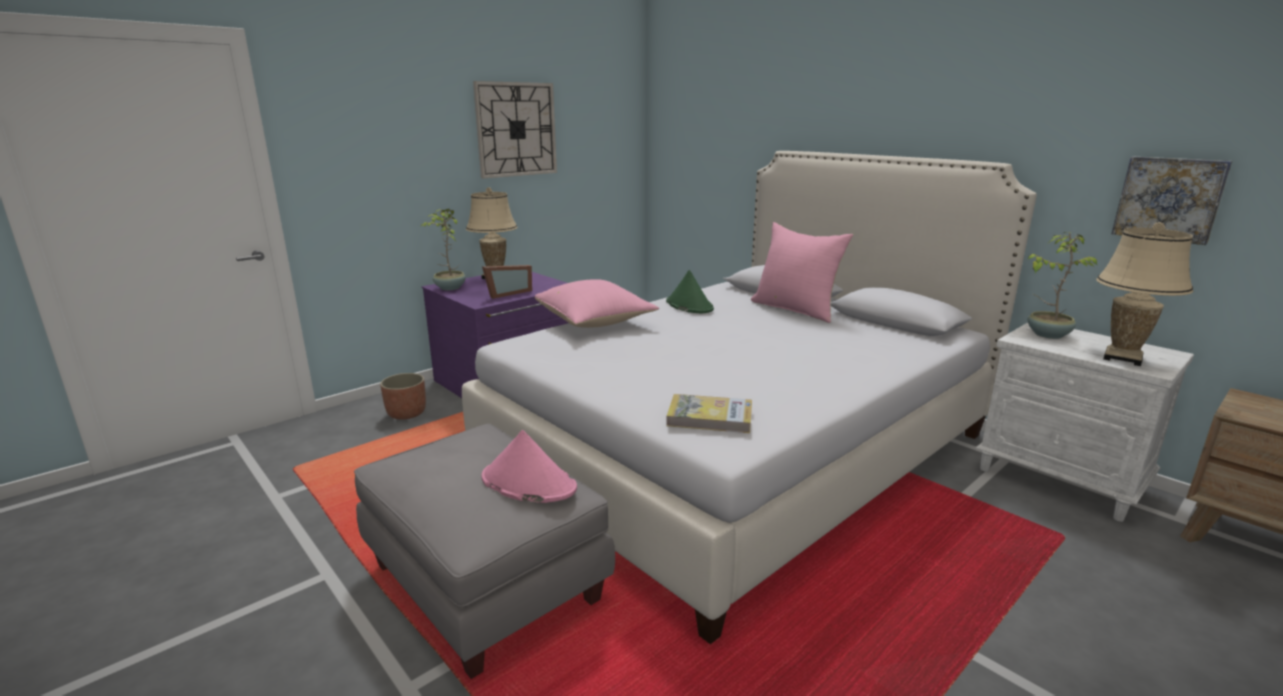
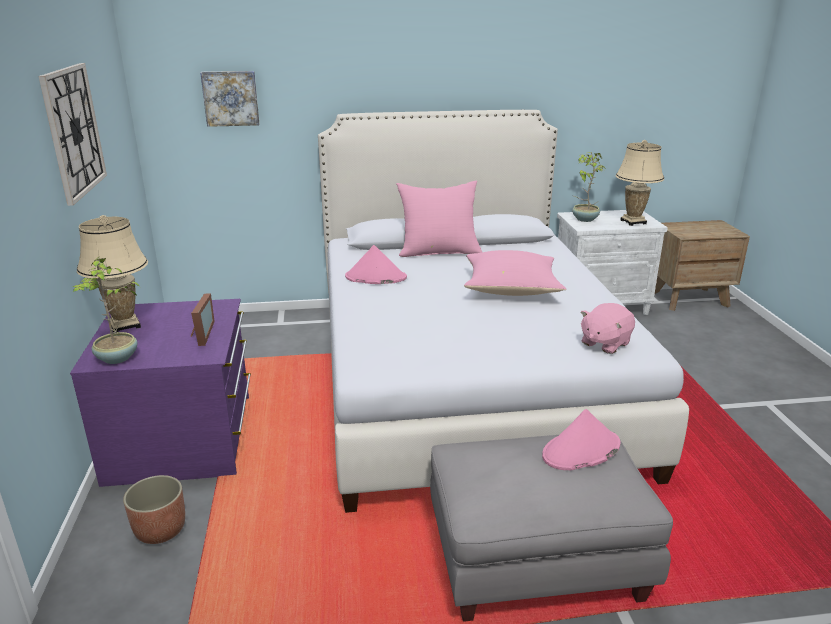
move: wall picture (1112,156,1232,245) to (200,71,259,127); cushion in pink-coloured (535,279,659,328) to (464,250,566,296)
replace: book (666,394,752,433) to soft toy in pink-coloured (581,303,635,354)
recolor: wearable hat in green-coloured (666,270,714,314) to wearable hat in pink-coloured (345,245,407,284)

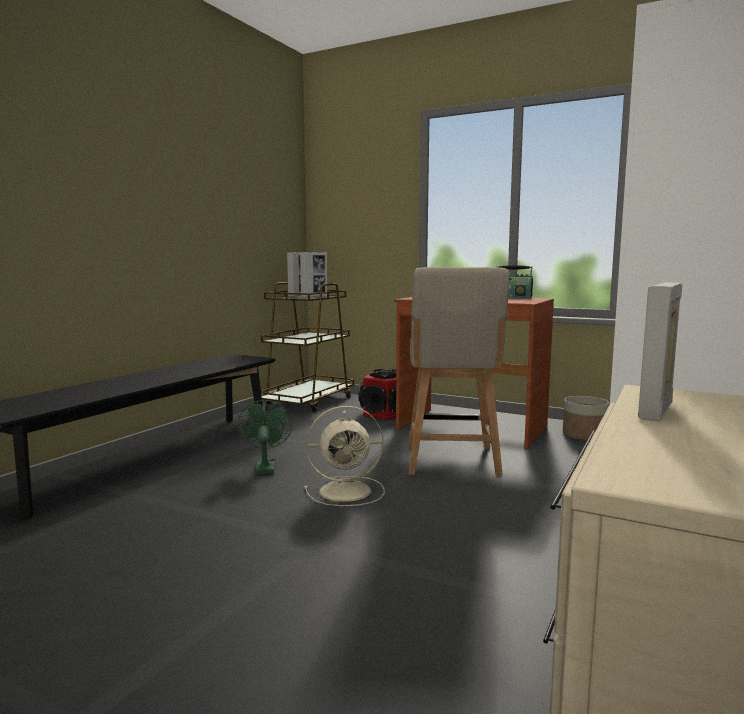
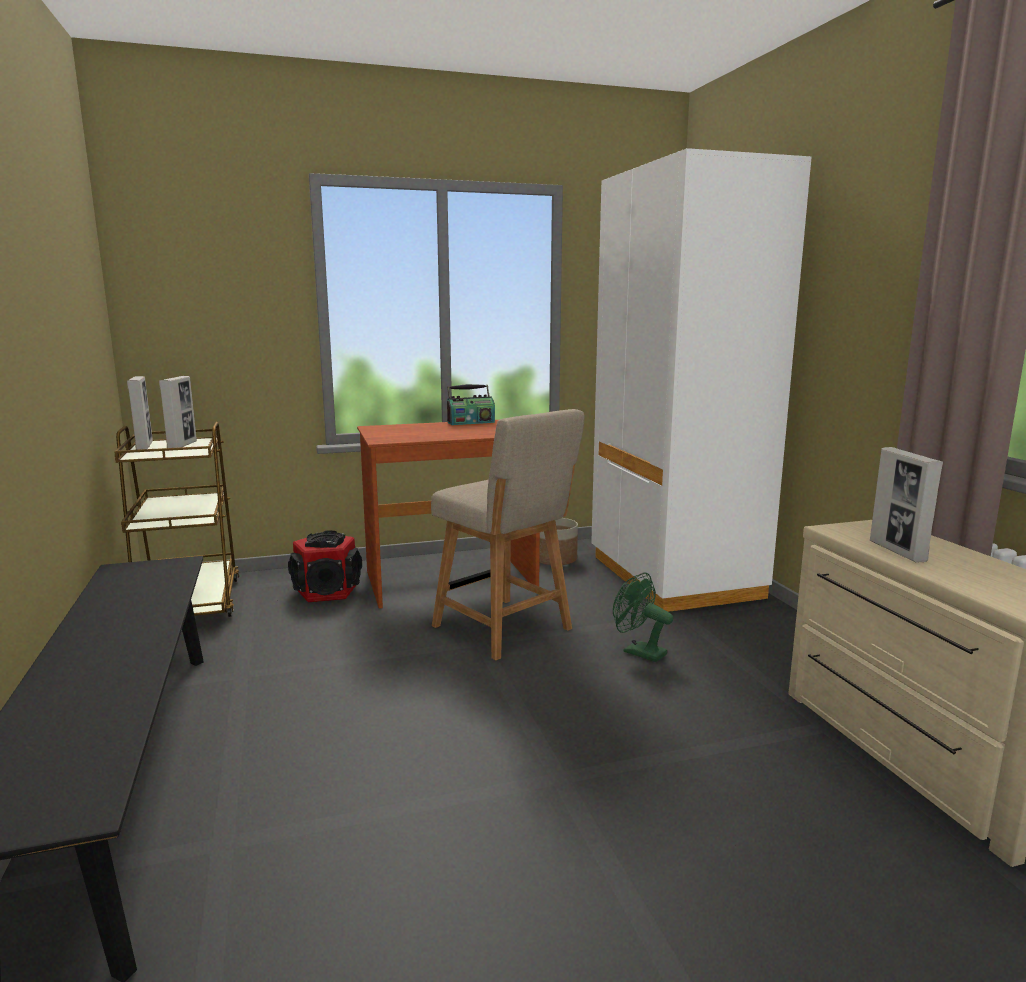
delete: electric fan in beige-coloured (304,406,385,506)
move: electric fan in green-coloured (238,400,292,474) to (613,573,673,662)

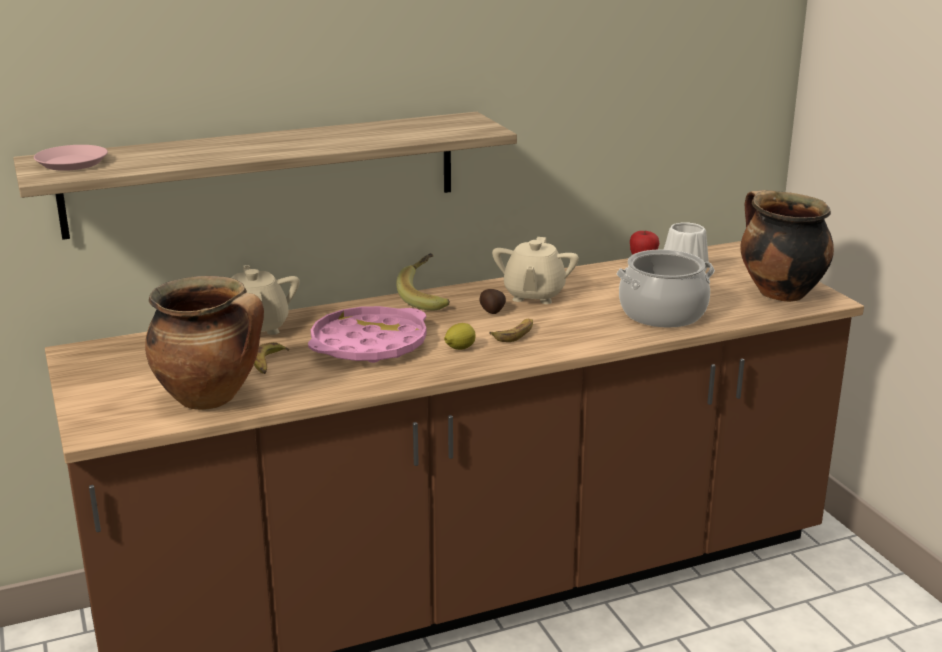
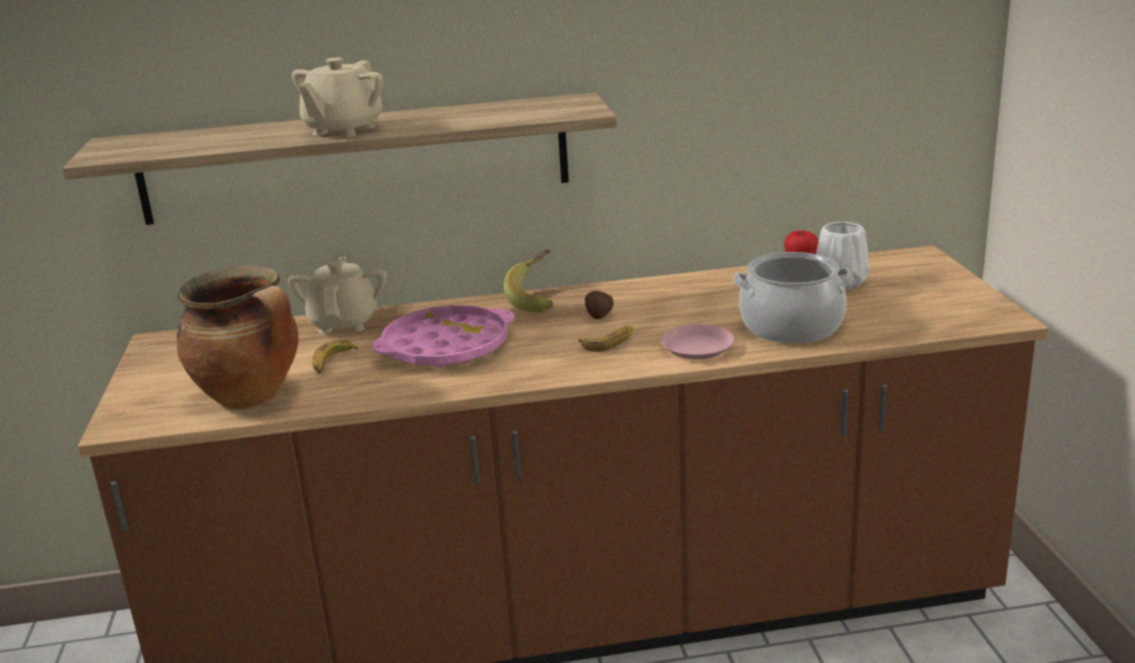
delete: whole lemon (444,323,475,350); stockpot (740,190,834,302)
move: tea pot in beige-coloured (492,237,579,304) to (292,58,383,137); flat dish in pink-coloured (34,145,108,171) to (661,324,734,360)

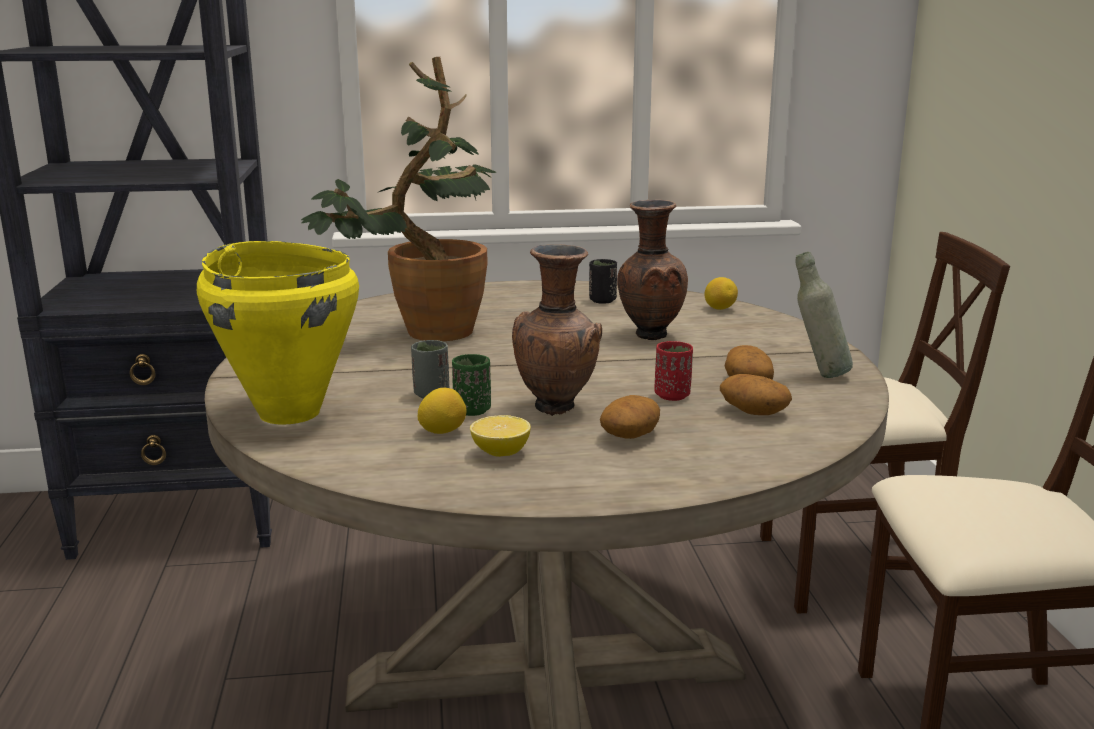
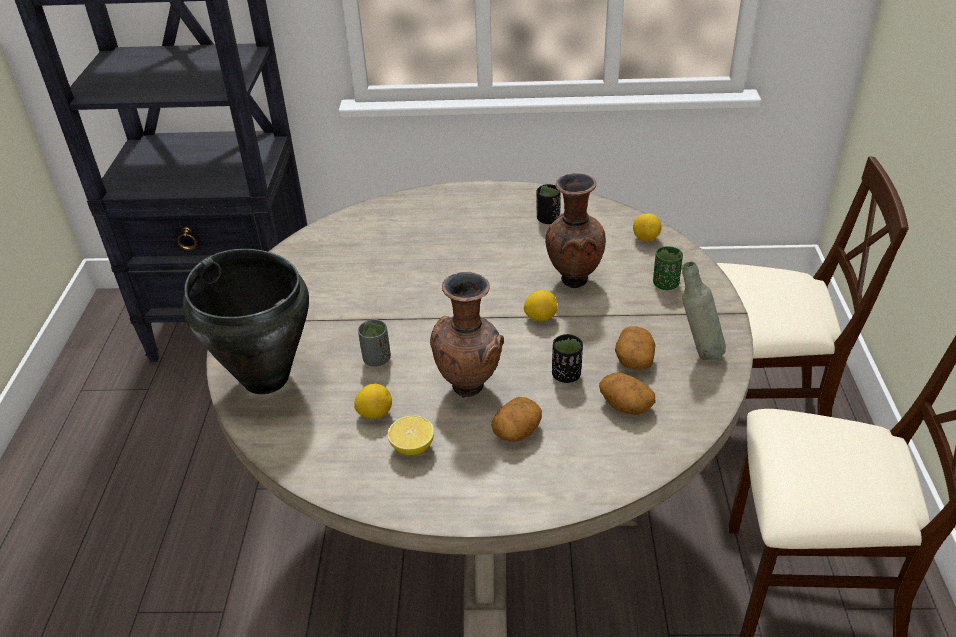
delete: houseplant (301,57,496,341)
insert: whole lemon (524,290,558,321)
move: drinking cup in green-coloured (452,354,491,416) to (653,246,683,290)
recolor: stockpot in yellow (197,241,359,425) to stockpot in black-coloured (183,249,309,394); drinking cup in red (654,341,693,401) to drinking cup in black-coloured (552,334,583,383)

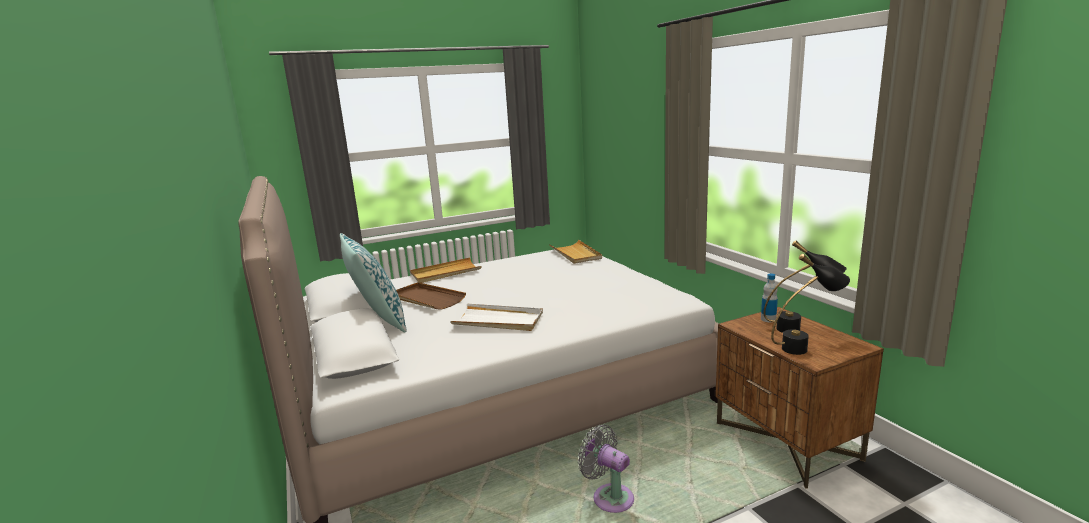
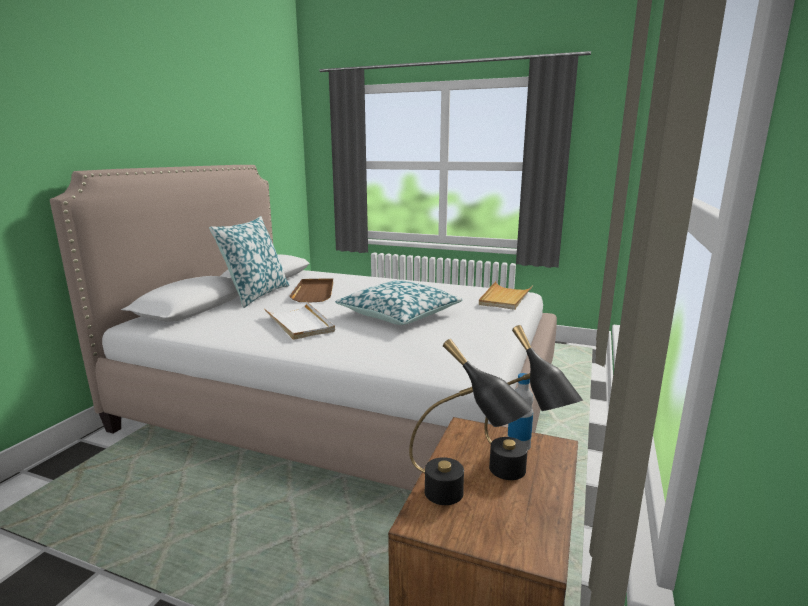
delete: serving tray in beige-coloured (410,258,482,283); electric fan in greyish (578,425,634,513)
insert: cushion (335,280,463,325)

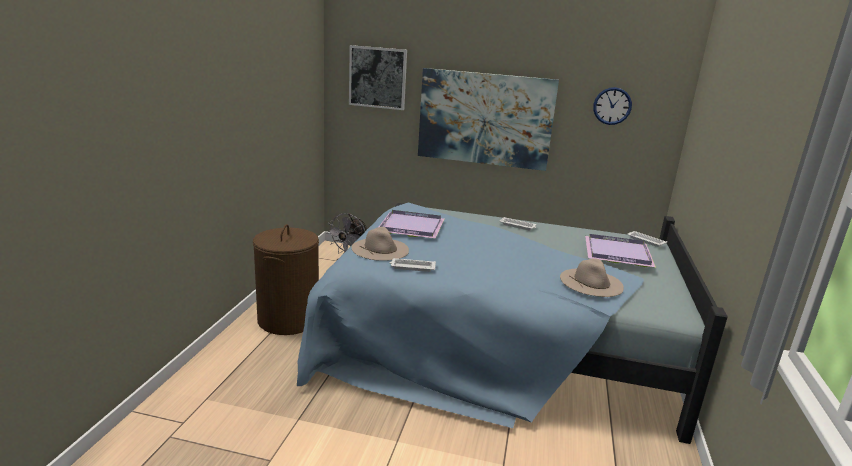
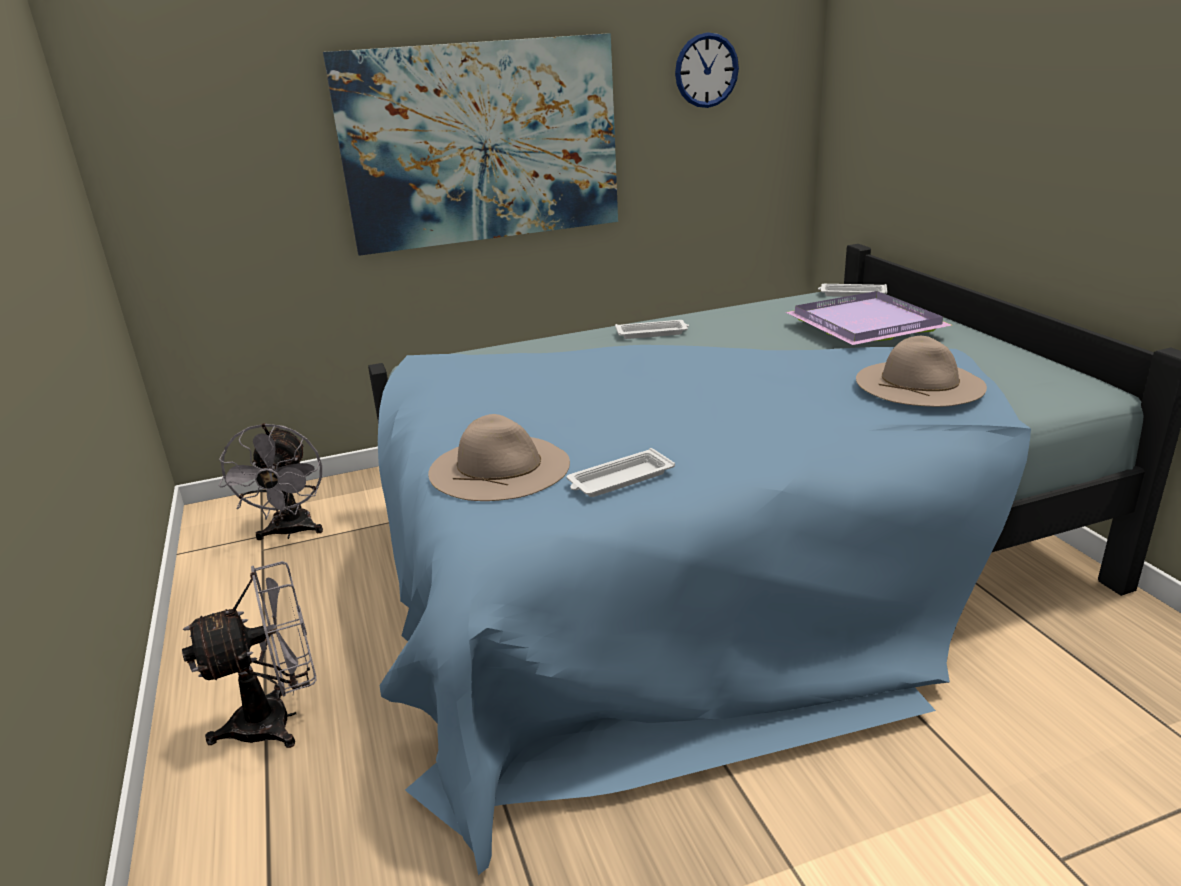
delete: wall picture (349,45,407,110); serving tray in purple-coloured (379,210,444,239)
replace: laundry basket in brownish (253,224,319,335) to electric fan in greyish (182,561,316,748)

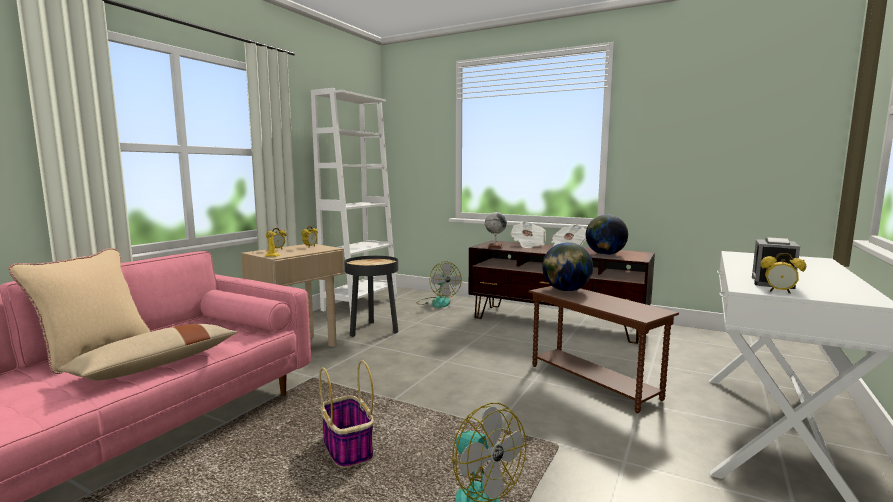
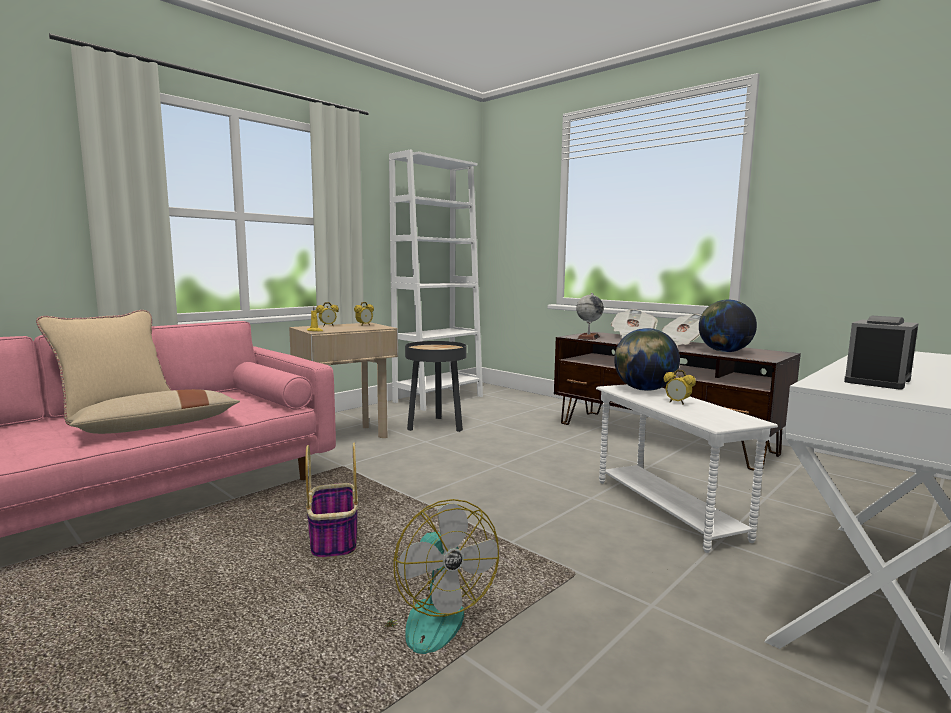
delete: electric fan (417,261,462,308)
move: table clock (760,253,806,294) to (664,370,696,405)
recolor: end table in brownish (529,286,679,414) to end table in white-coloured (596,384,778,553)

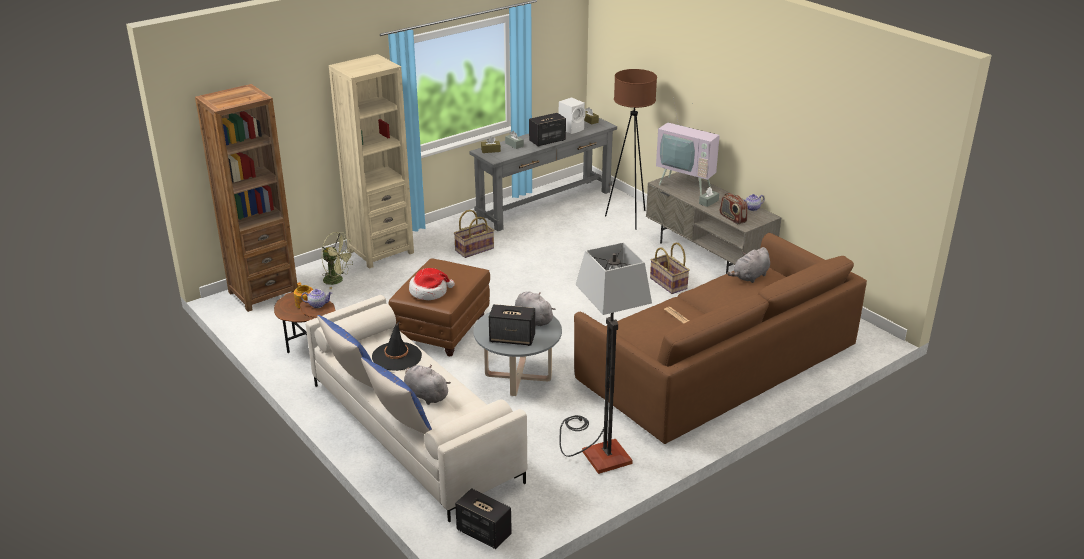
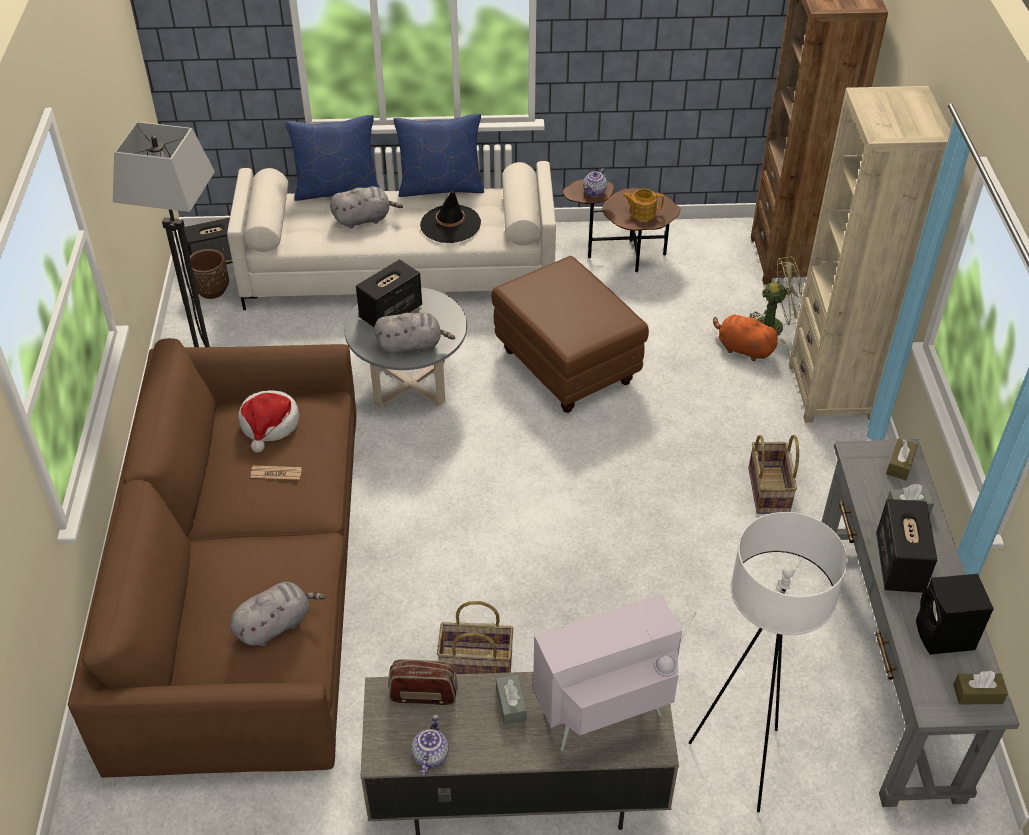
insert: planter in brownish (190,249,229,299); soft toy in orangey (713,313,780,361)
move: wearable hat (409,268,455,300) to (238,390,299,453)
recolor: floor lamp in brownish (605,69,657,230) to floor lamp in white-coloured (689,512,848,813); speaker in white-coloured (559,97,586,134) to speaker in black-coloured (916,574,994,655)
rotate: soft toy in greyish (727,247,770,283) = (230,582,326,646) 60 degrees clockwise; electric fan in green-coloured (322,232,354,289) = (752,257,803,344) 150 degrees counterclockwise

